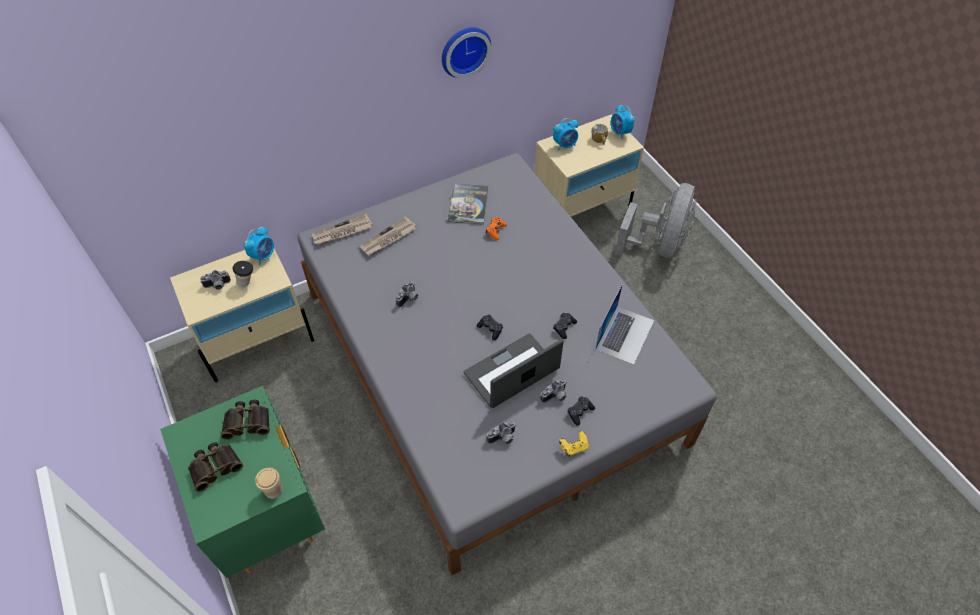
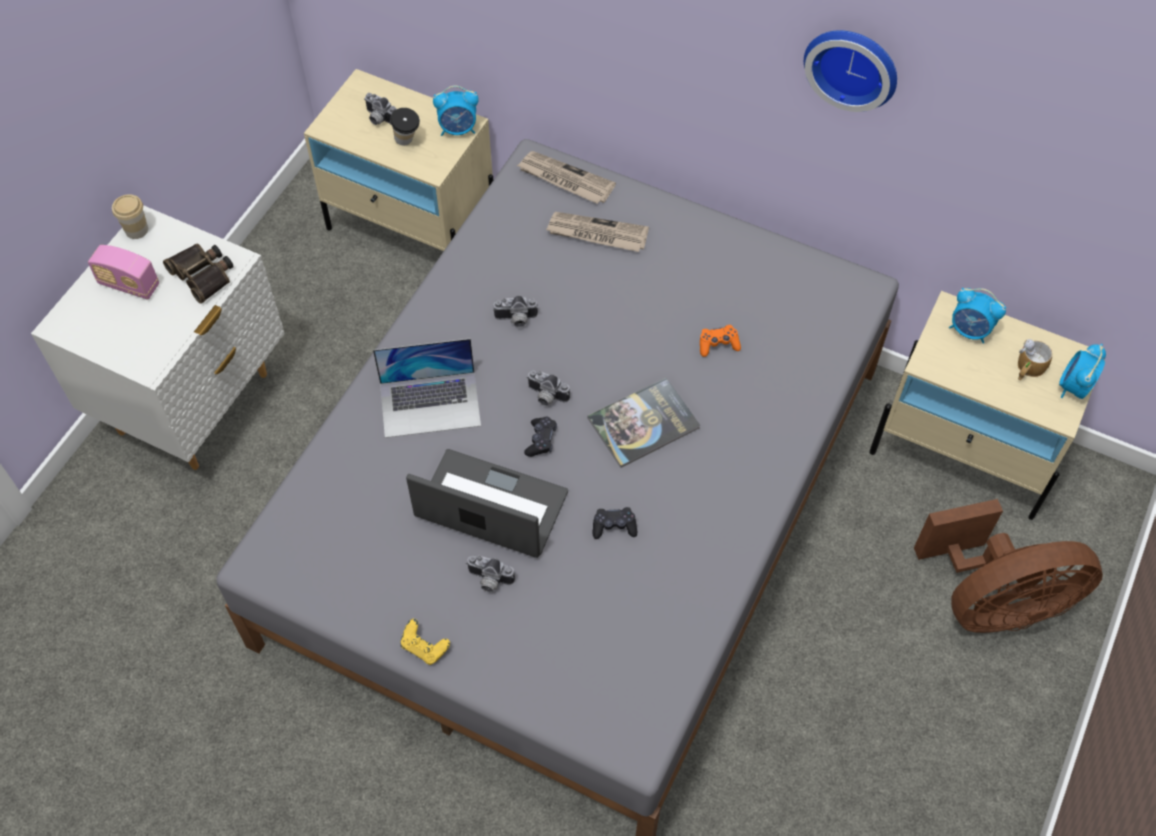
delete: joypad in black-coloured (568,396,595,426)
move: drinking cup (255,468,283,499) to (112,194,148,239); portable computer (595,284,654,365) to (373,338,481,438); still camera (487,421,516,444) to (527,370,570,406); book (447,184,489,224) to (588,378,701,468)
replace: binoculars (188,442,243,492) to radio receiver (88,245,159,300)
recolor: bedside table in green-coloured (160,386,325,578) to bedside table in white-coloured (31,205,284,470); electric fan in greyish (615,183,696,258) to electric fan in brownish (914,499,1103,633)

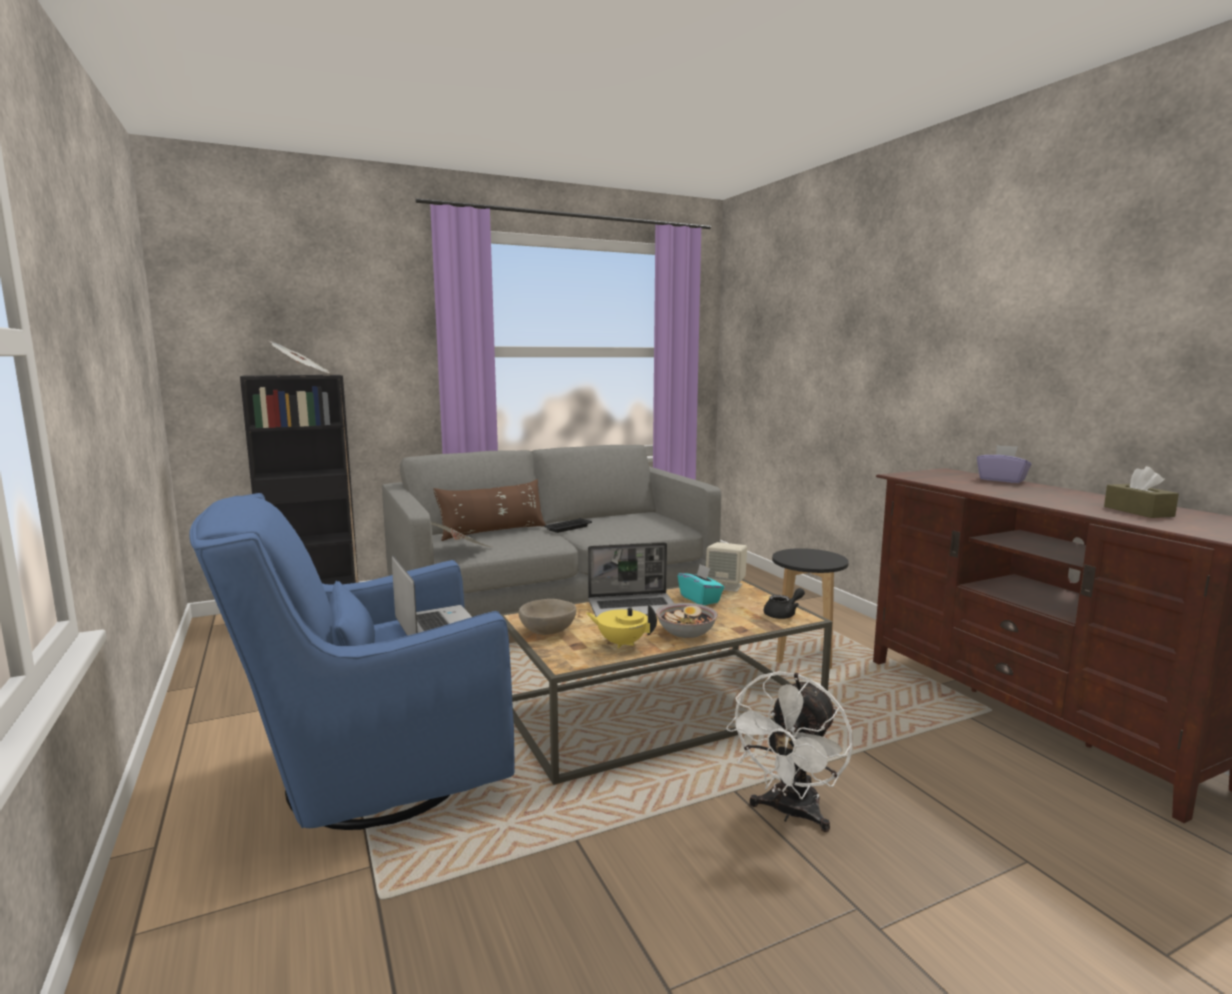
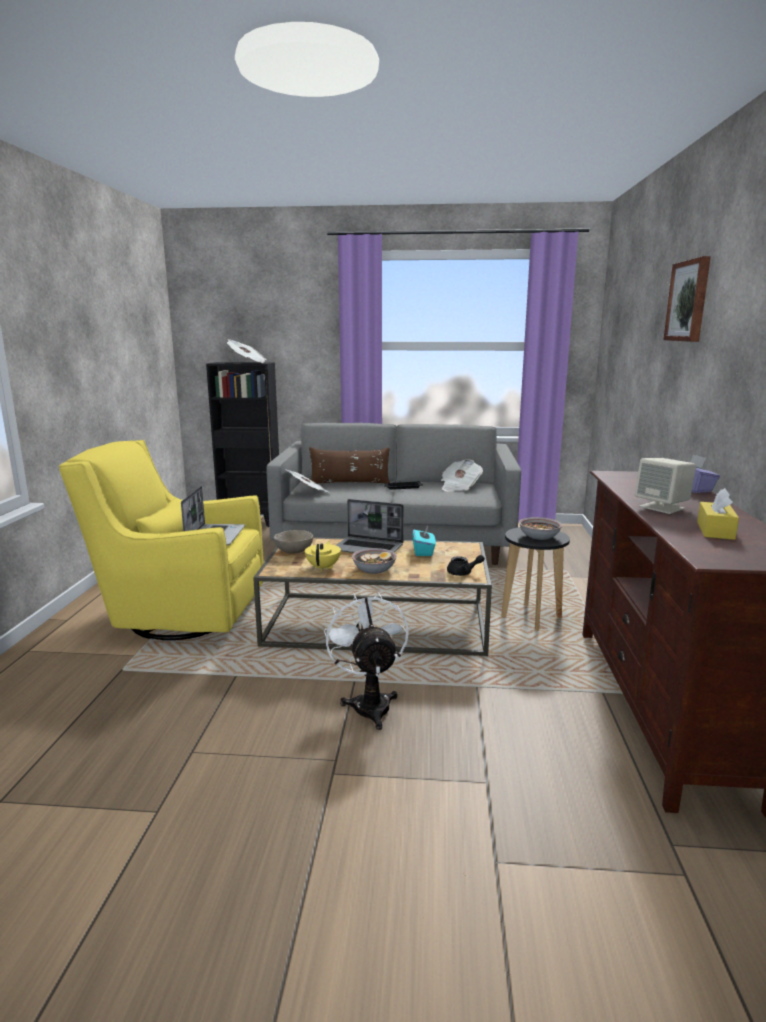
insert: daily paper (441,459,483,491); bowl (519,517,562,540); wall picture (664,256,711,342)
move: speaker in beige-coloured (706,542,747,592) to (635,458,696,514)
recolor: lounge chair in blue (189,493,515,830) to lounge chair in yellow (59,440,264,640); tissue holder in brownish (1104,466,1179,518) to tissue holder in yellow (697,488,739,540)
rotate: tea pot in yellow (586,604,657,648) = (305,541,341,571) 45 degrees clockwise; electric fan in white-coloured (726,671,853,832) = (324,592,409,730) 105 degrees clockwise

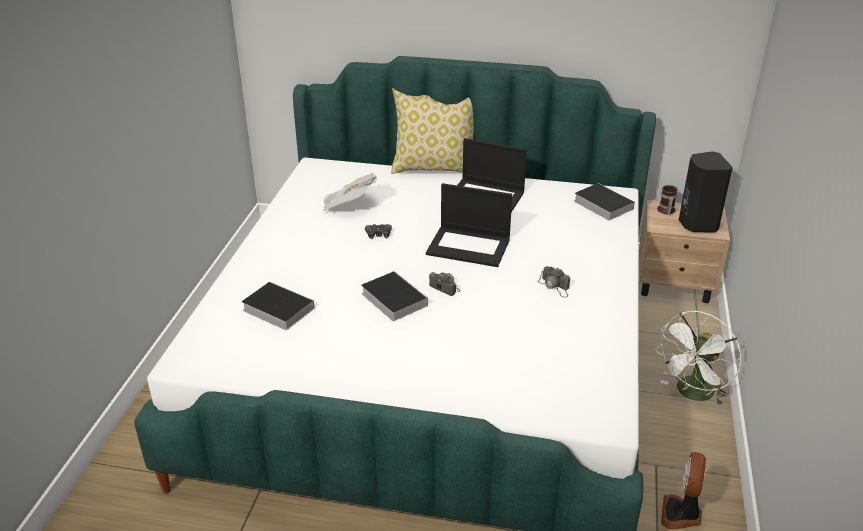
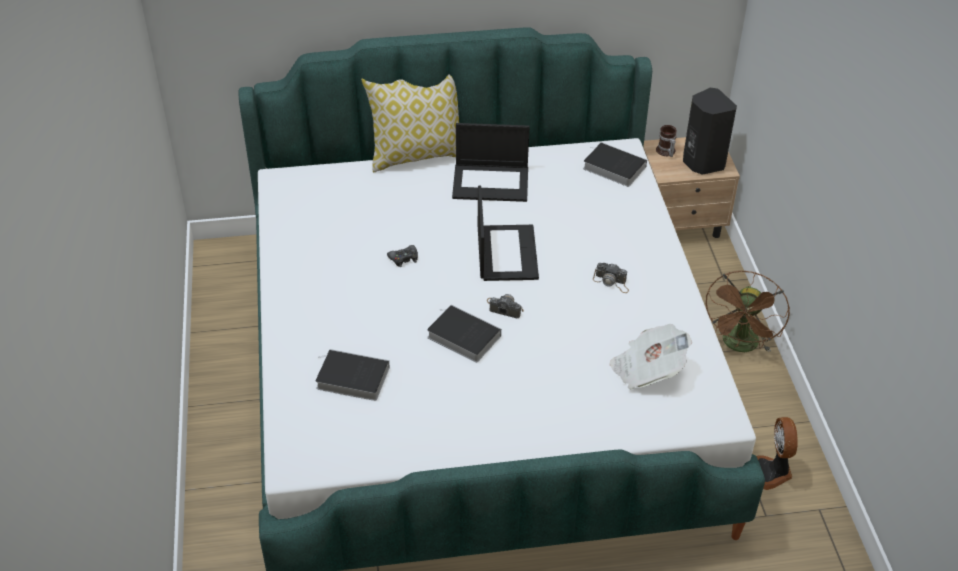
move: daily paper (323,173,377,211) to (609,324,692,390)
recolor: electric fan in white-coloured (655,311,741,406) to electric fan in brownish (706,271,790,352)
rotate: portable computer (426,183,512,267) = (478,185,539,281) 90 degrees counterclockwise

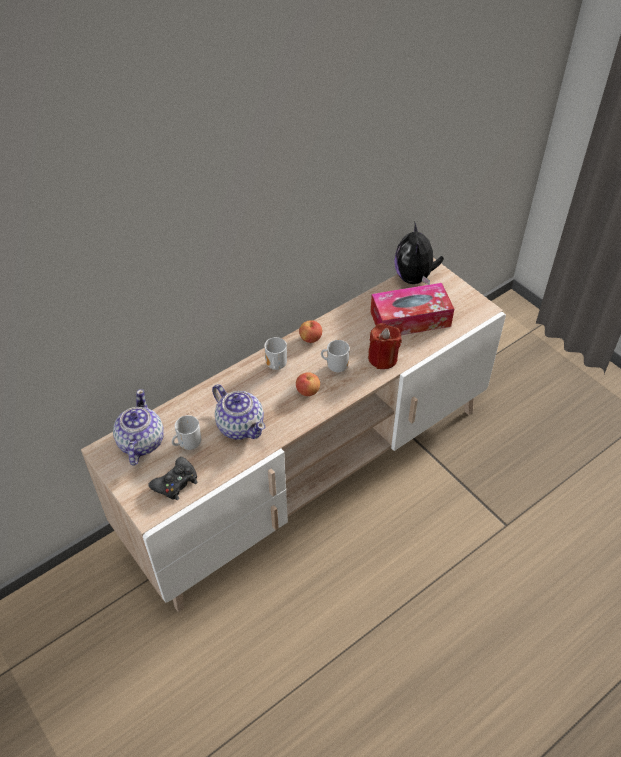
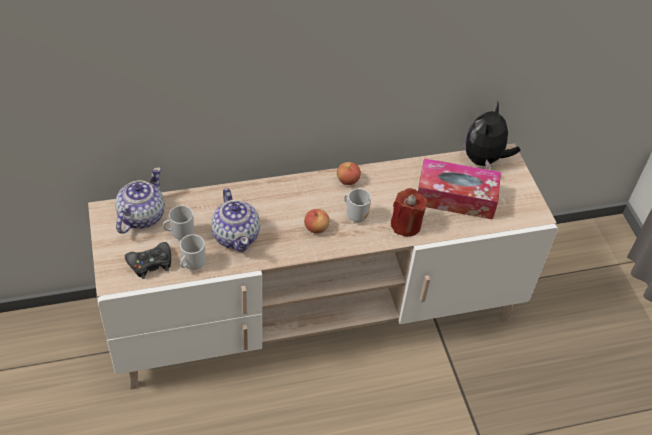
move: mug (264,337,287,370) to (180,234,206,270)

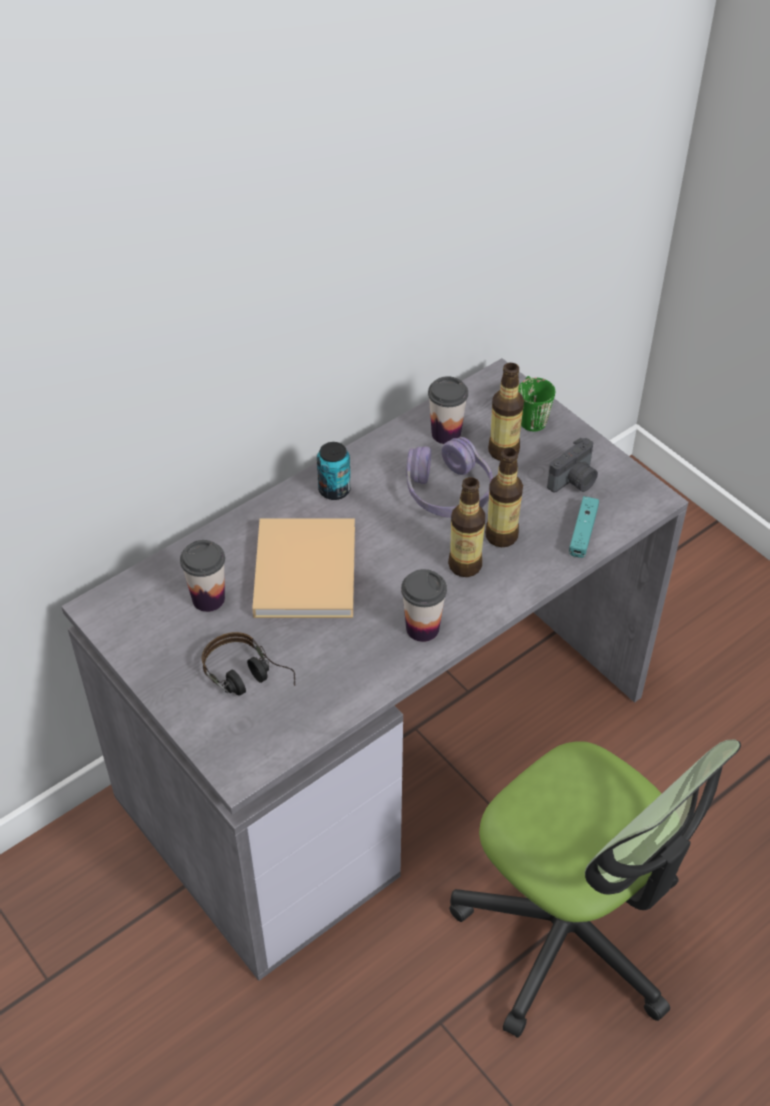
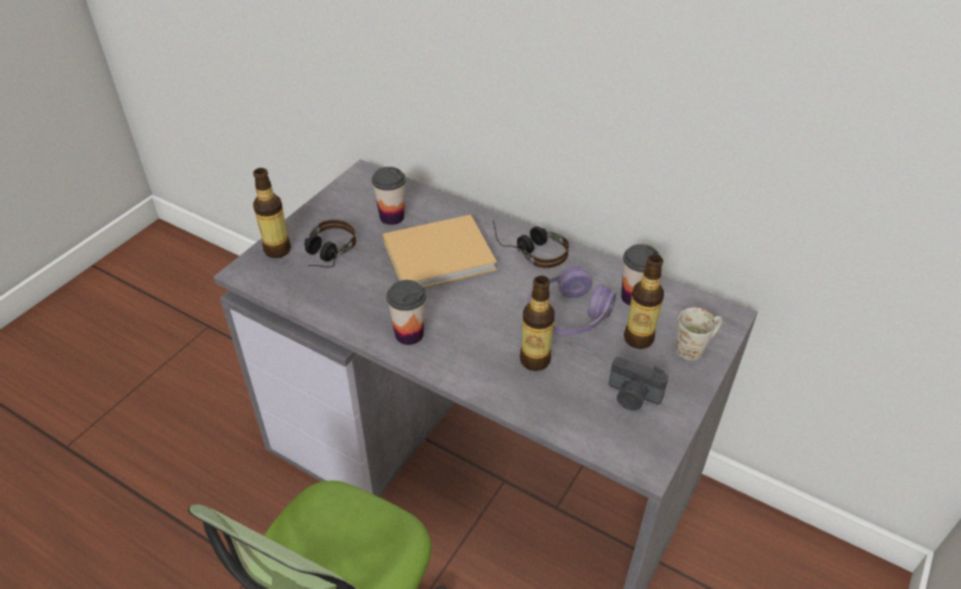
delete: joypad in blue-green (569,496,599,558)
move: beverage bottle (448,477,485,577) to (253,168,291,258)
replace: metal can (317,442,351,500) to headphones (493,221,569,268)
recolor: mug in green-coloured (518,376,555,431) to mug in white-coloured (676,308,722,360)

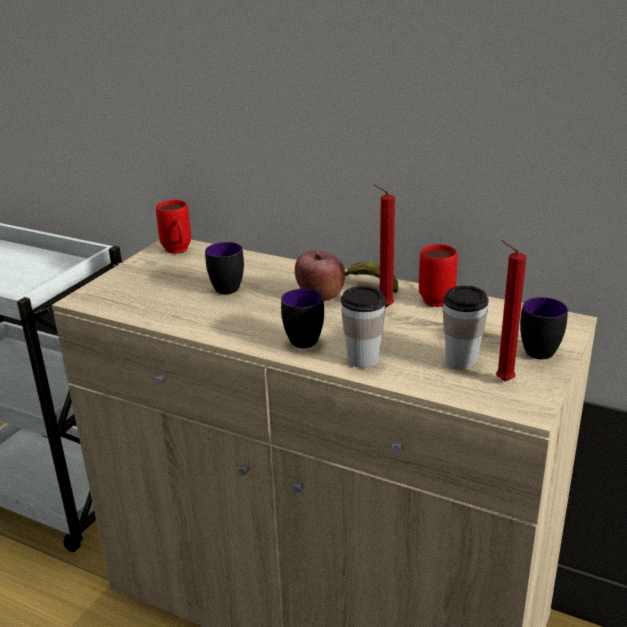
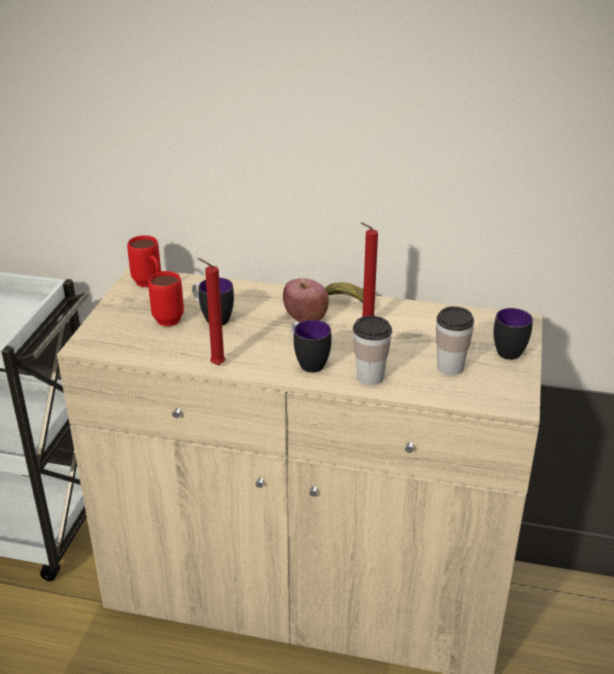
move: mug in red (419,244,458,307) to (148,271,184,326); wax candle in red (496,240,526,381) to (197,258,226,365)

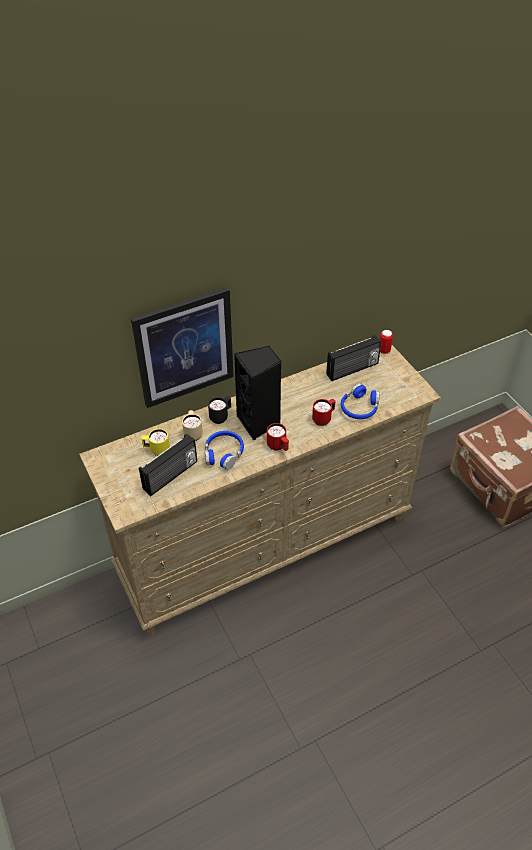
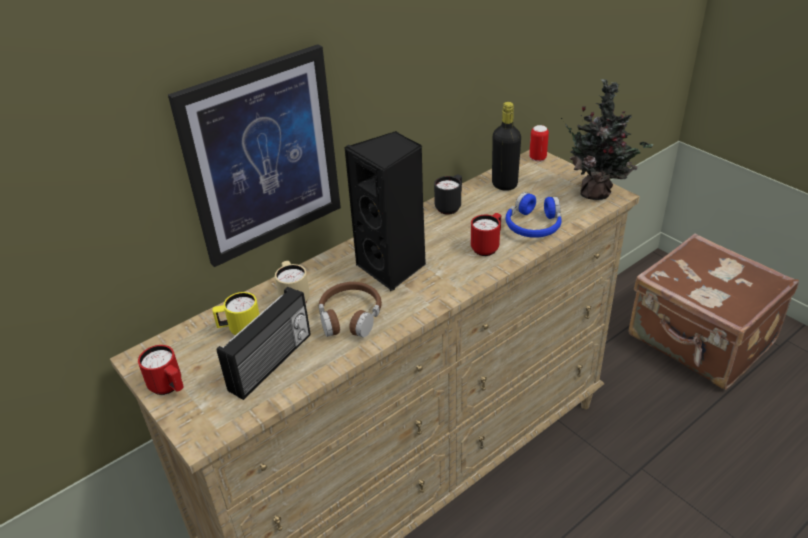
insert: houseplant (561,79,654,200)
move: mug in red (267,423,289,451) to (138,345,184,395); mug in black-coloured (208,396,231,424) to (434,174,462,215)
replace: radio receiver (326,335,381,381) to beverage bottle in black-coloured (492,102,521,191)
recolor: headphones in blue (205,431,244,470) to headphones in brownish (319,282,382,338)

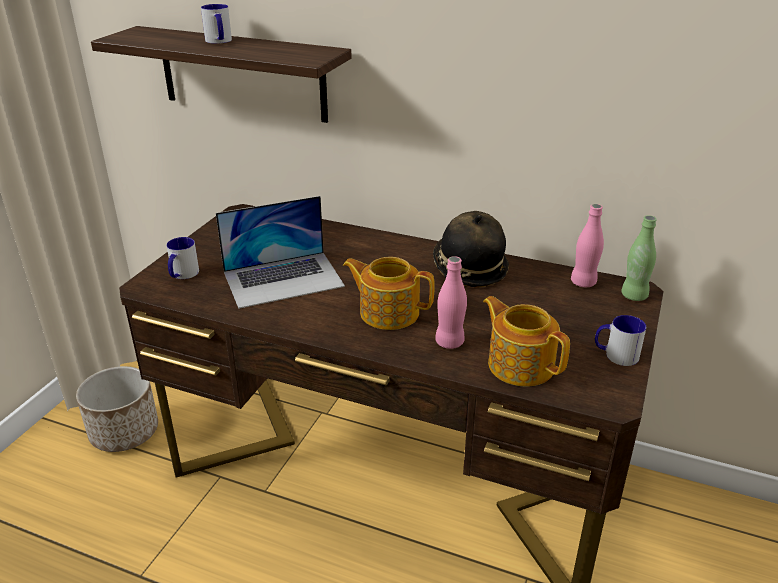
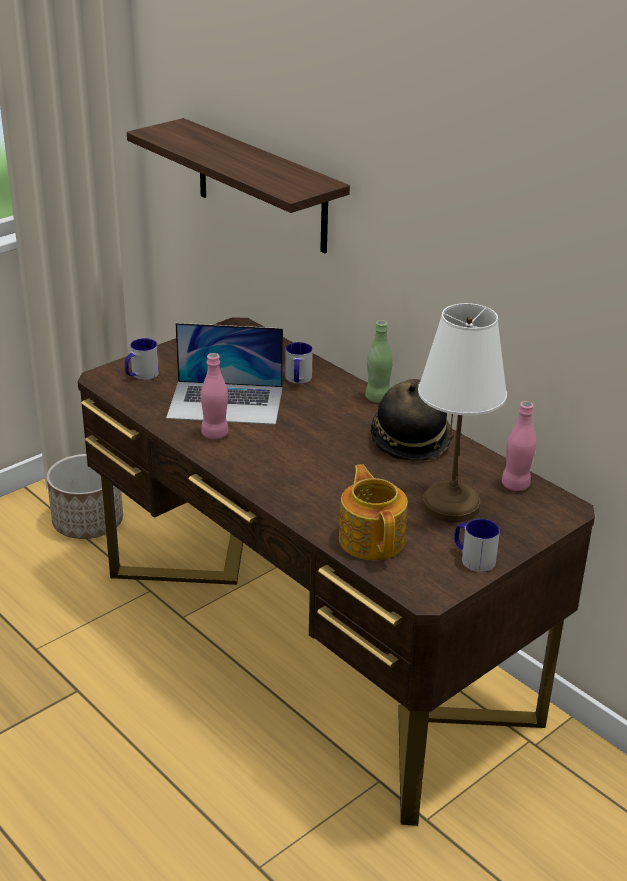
delete: tea pot (343,257,435,330)
insert: tabletop lamp in white-coloured (418,303,507,523)
move: beverage bottle in pink-coloured (435,256,467,349) to (201,353,228,439); mug (201,4,232,44) to (285,342,313,384); beverage bottle in green-coloured (621,215,657,301) to (365,320,393,403)

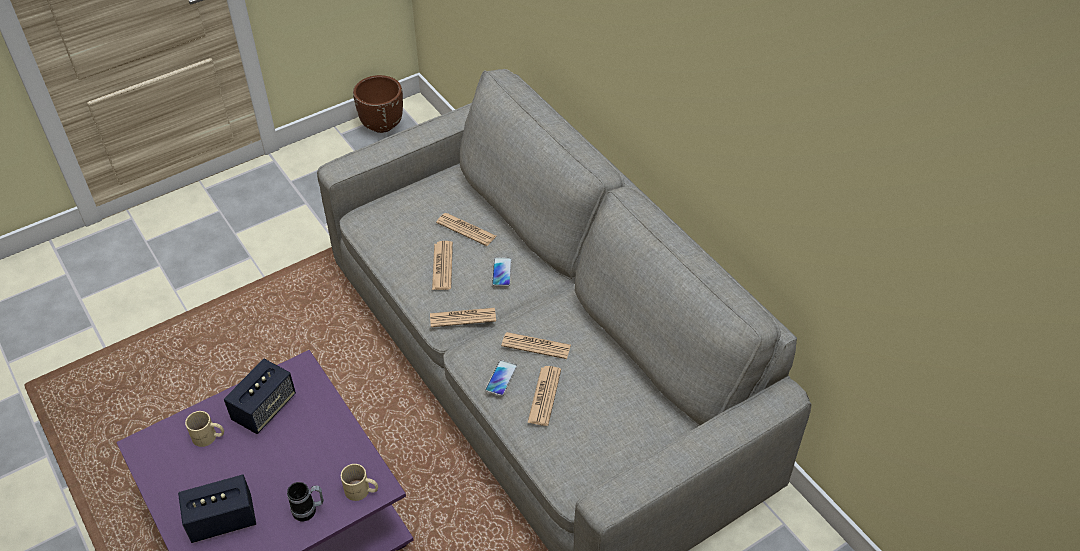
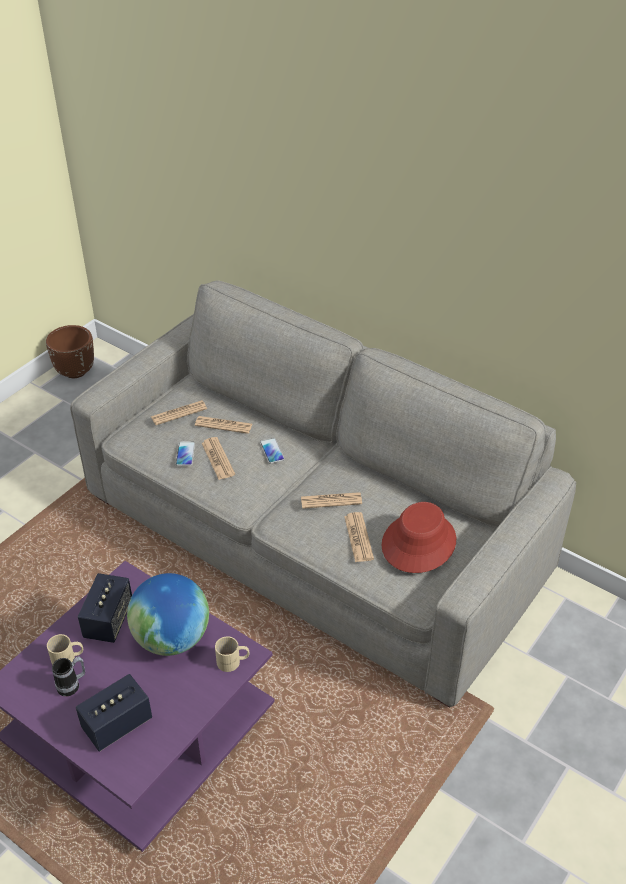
insert: world globe (127,573,209,656); wearable hat in red (381,502,456,573)
move: mug (287,482,324,521) to (52,657,85,696); daily paper (430,308,496,327) to (150,400,207,425); phone (485,360,517,396) to (176,442,195,466)

